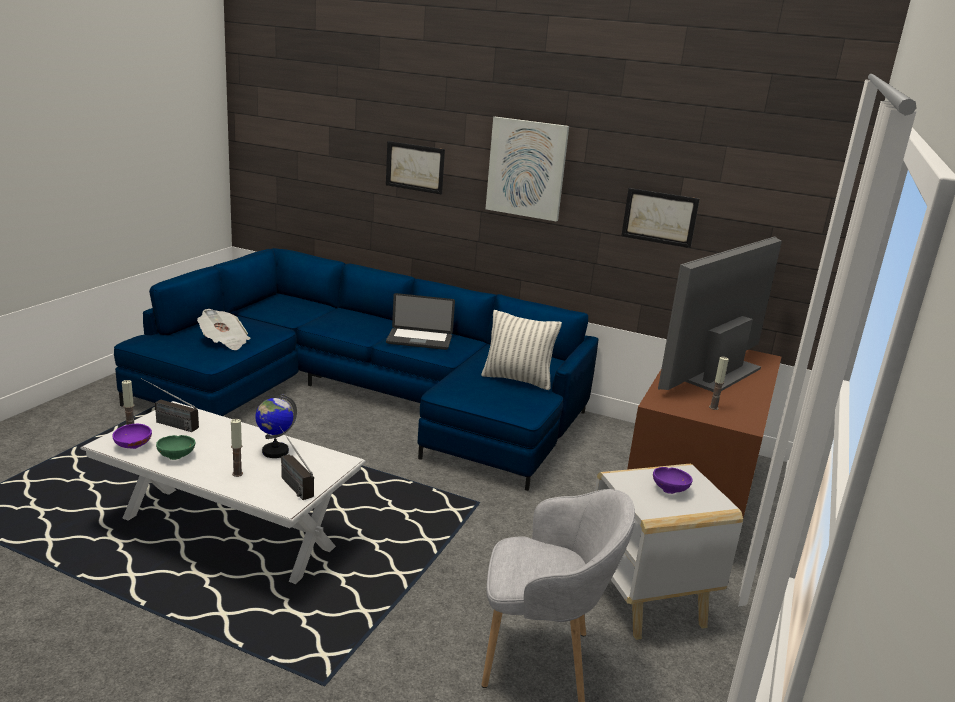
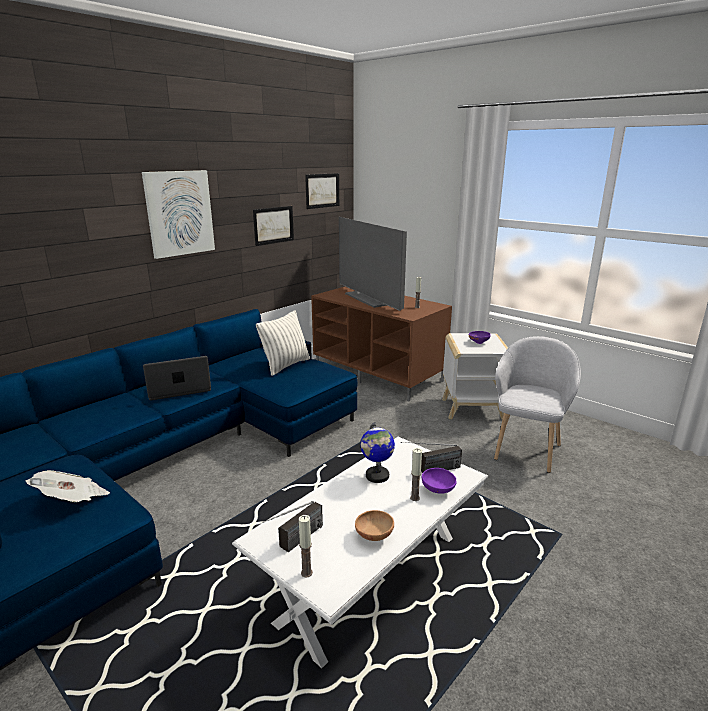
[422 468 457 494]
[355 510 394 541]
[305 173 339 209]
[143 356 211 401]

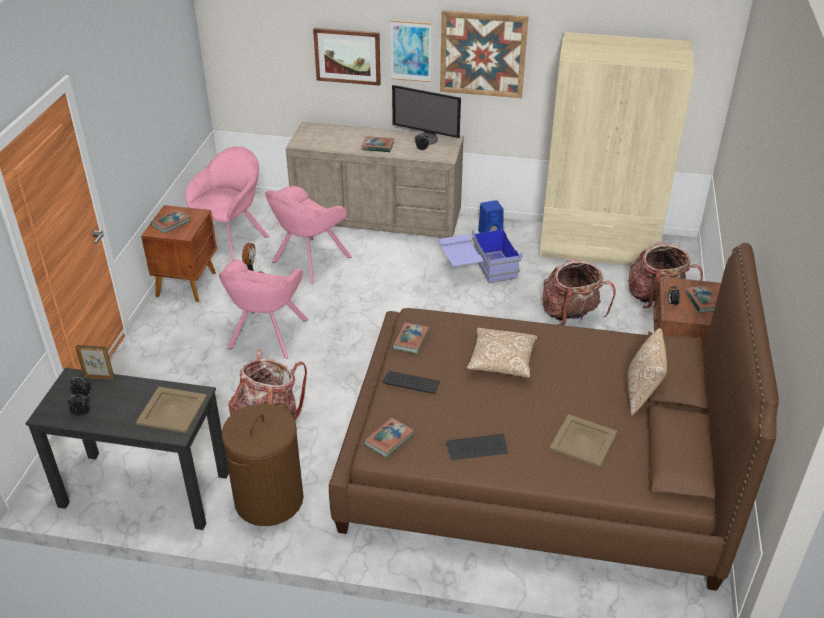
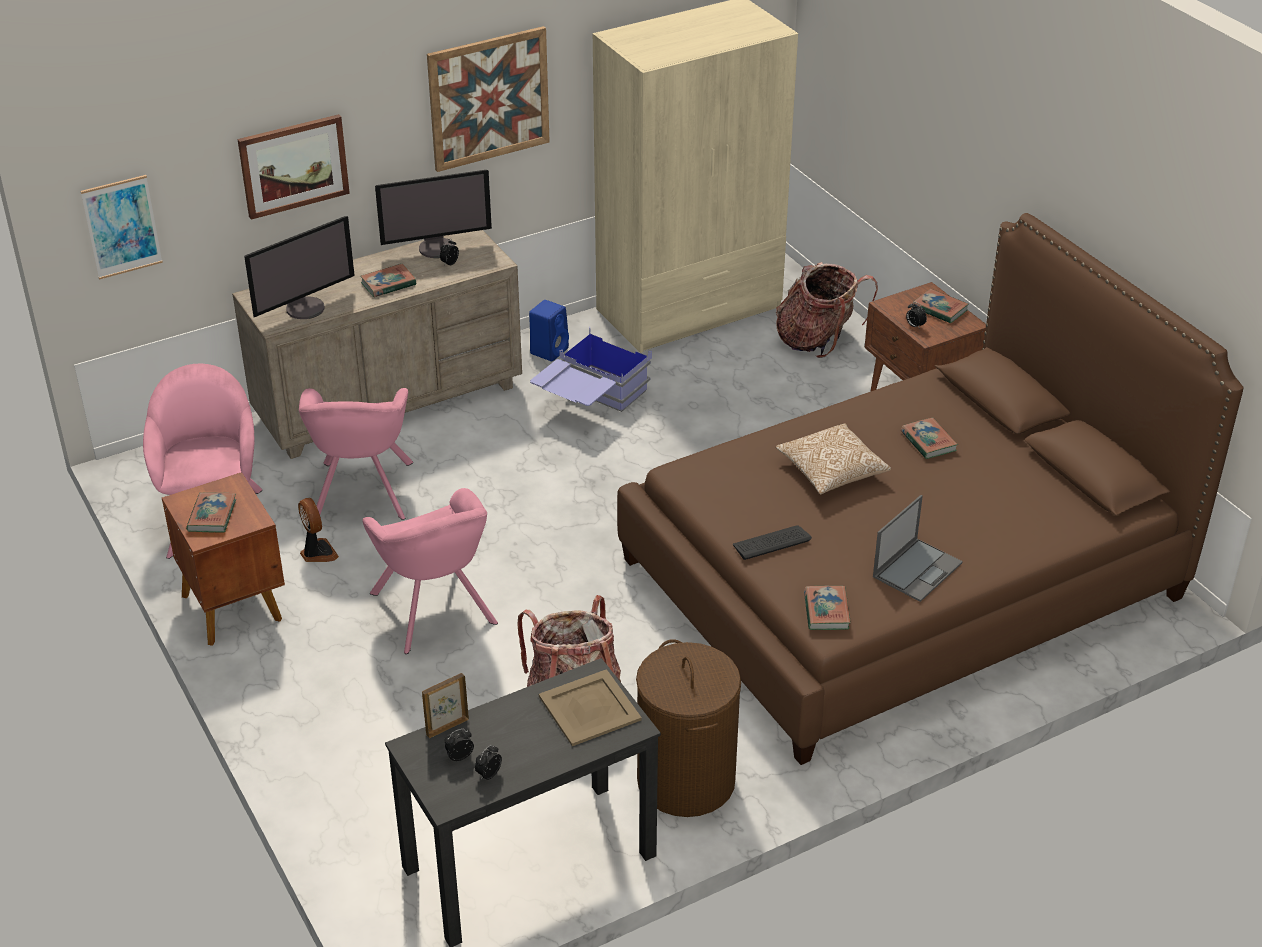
[80 175 163 279]
[901 418 958 459]
[873 495 963 602]
[542 258 616 325] (first image)
[549 414 617 467] (first image)
[628 328 667 415] (first image)
[244 216 355 319]

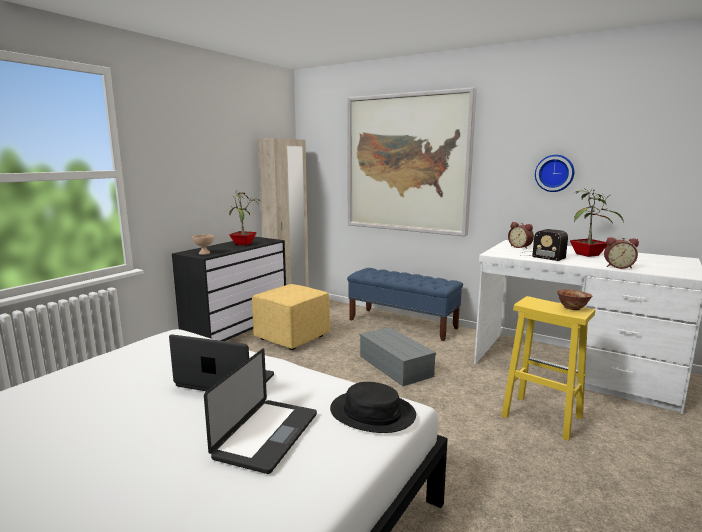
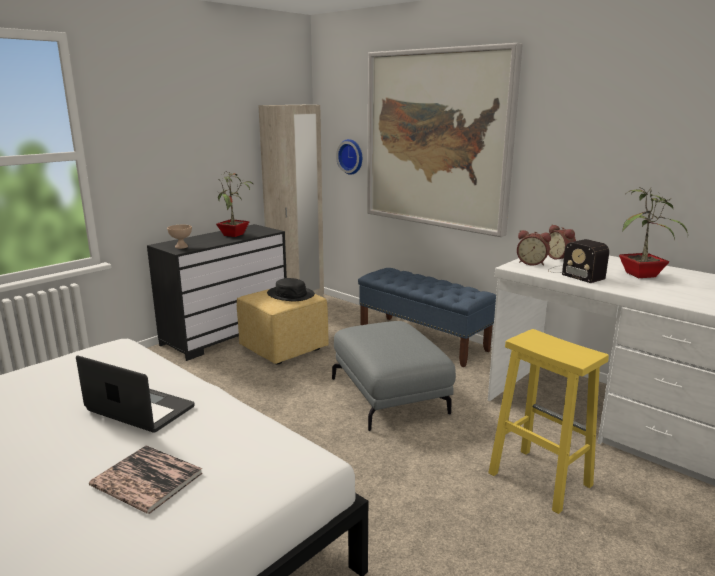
[89 445 203 514]
[267 278 315 301]
[332 321 456 431]
[336 139 362 175]
[557 289 592 310] (first image)
[517 230 551 266]

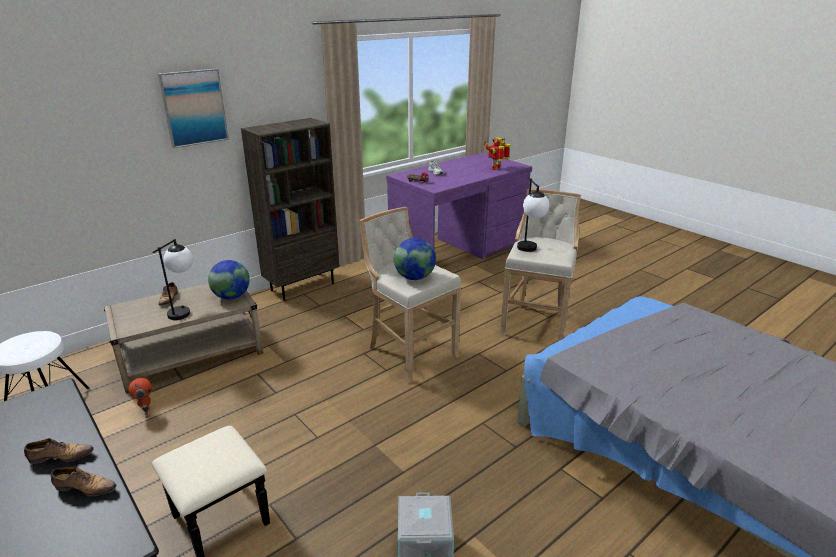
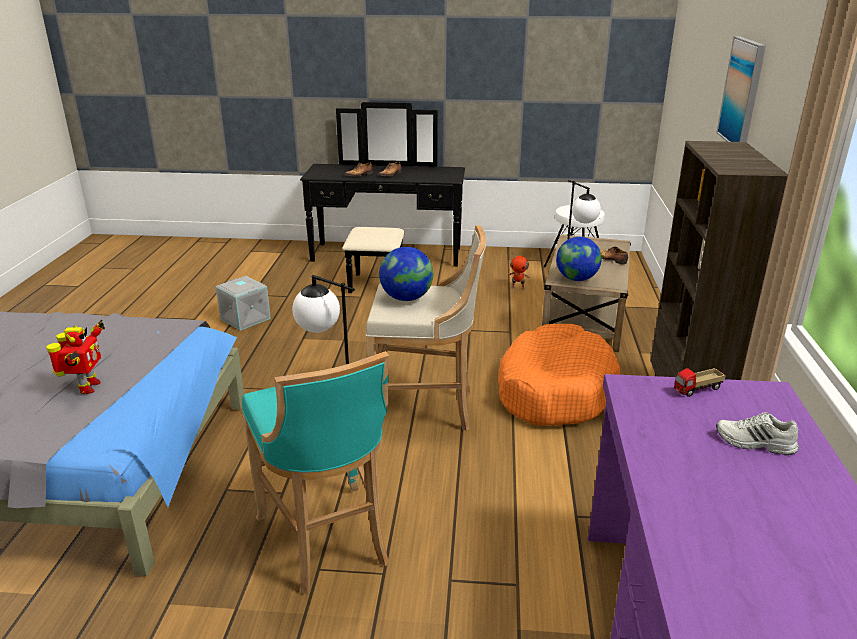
[46 319 105 394]
[242 351 389 594]
[498 324 620 426]

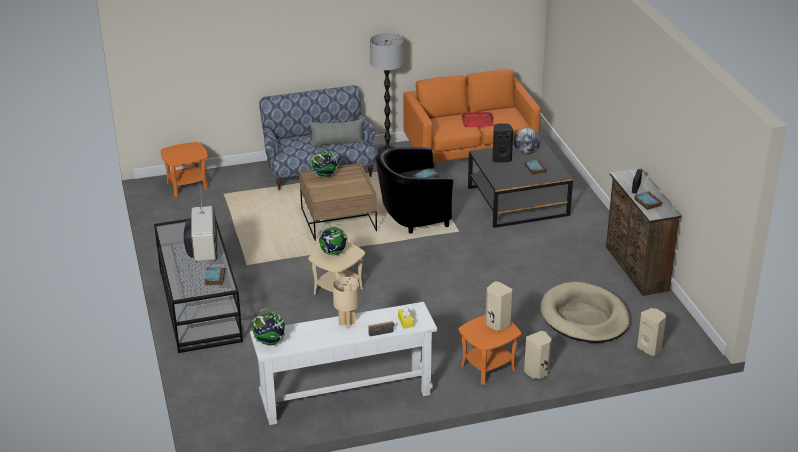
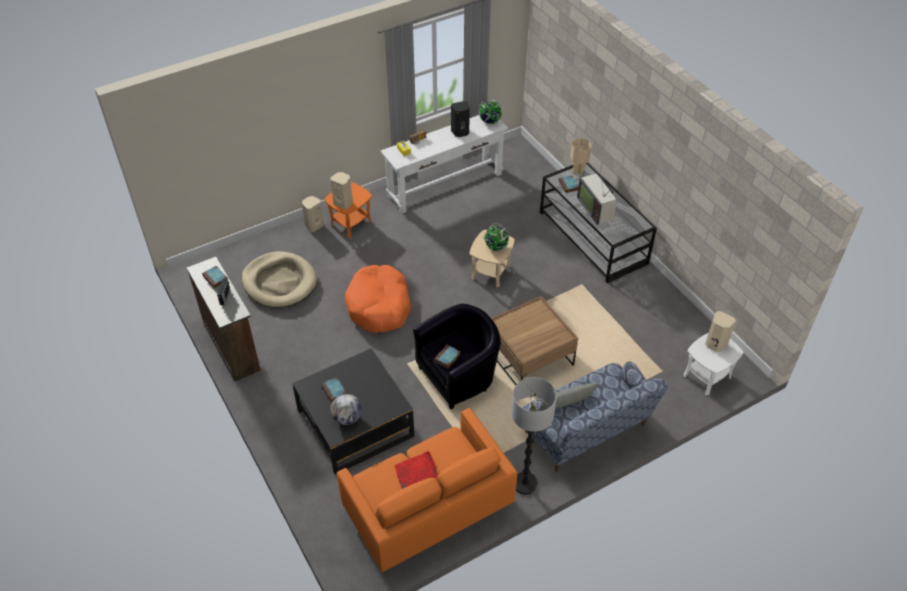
[684 333 743 395]
[311 148 339 177] (first image)
[570 138 591 175]
[451 101 470 137]
[705 311 736 352]
[345 265 411 333]

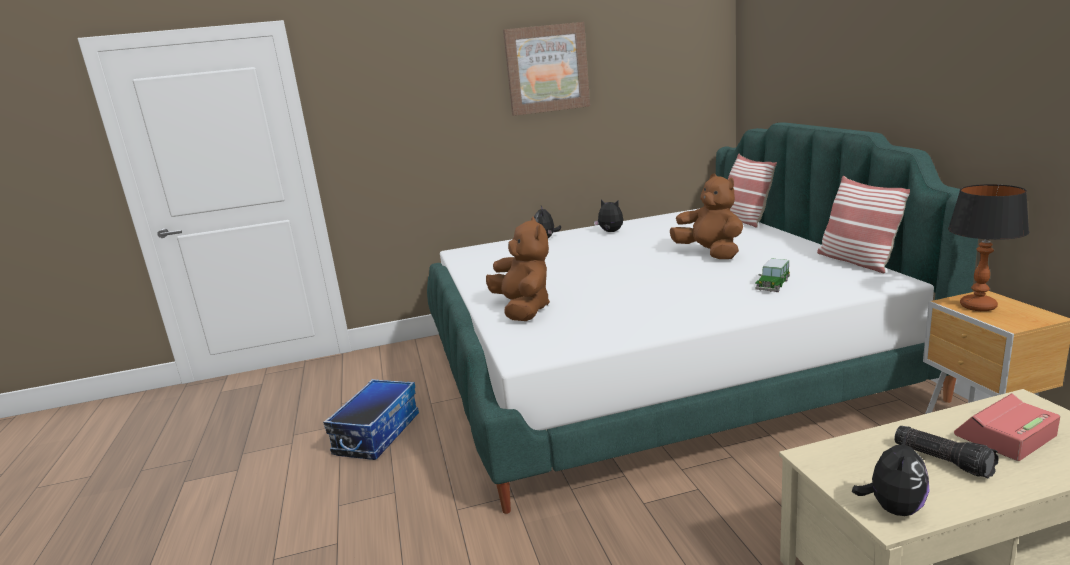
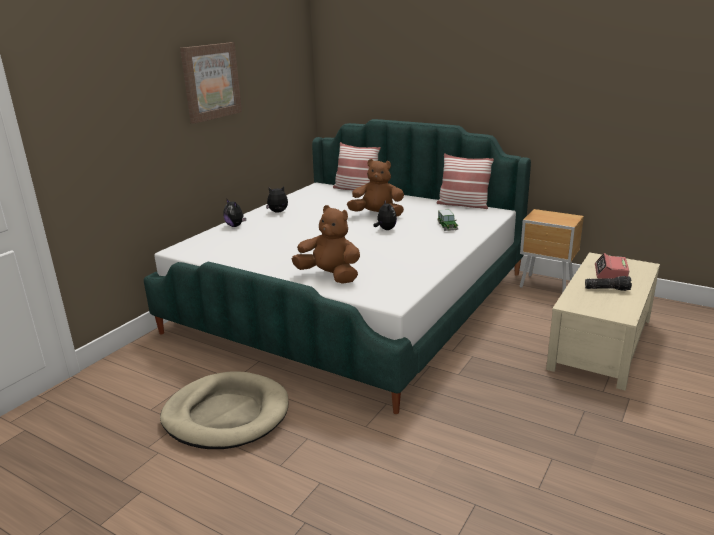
[160 371 288 449]
[373 200 397 230]
[948 184 1029 311] (first image)

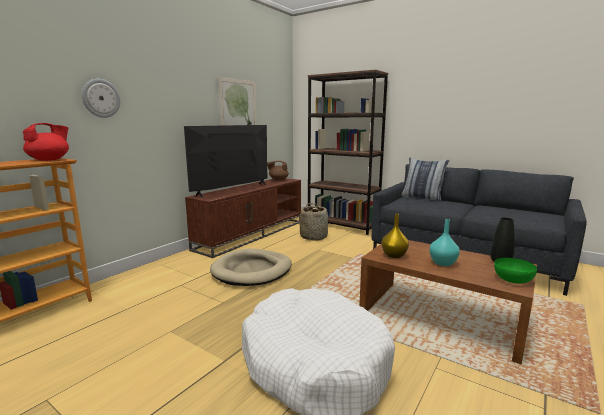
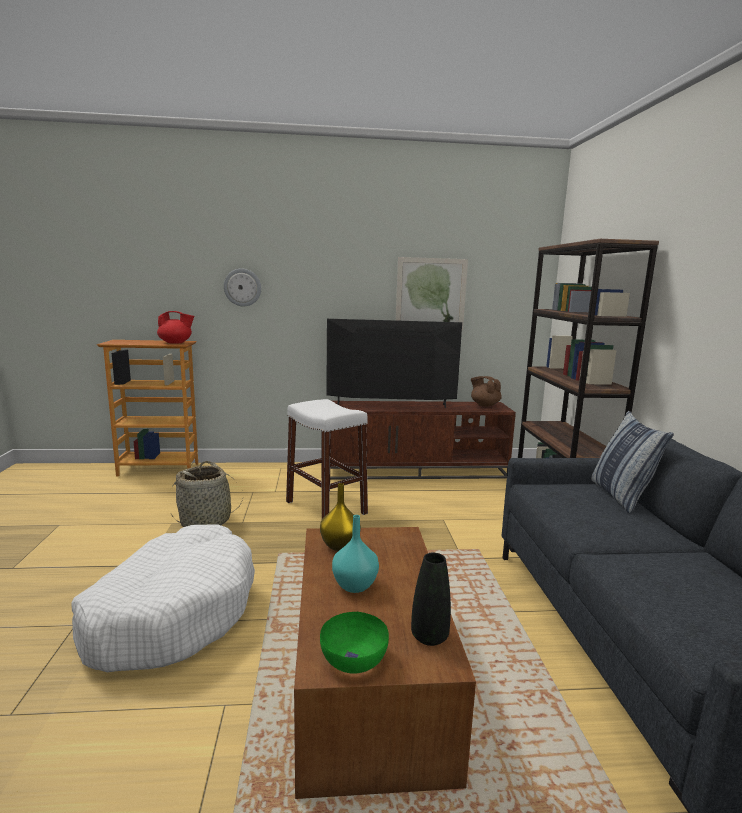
[286 399 368 518]
[171 461 243 527]

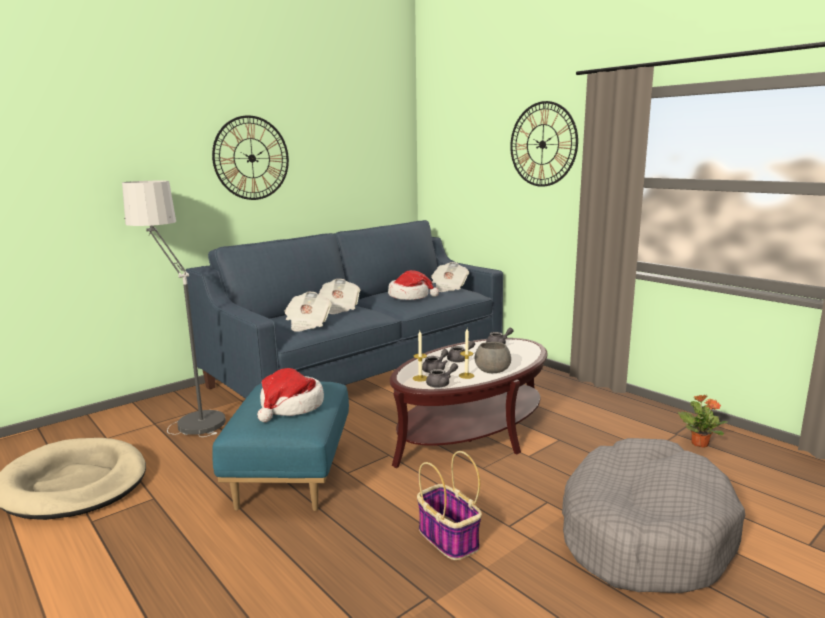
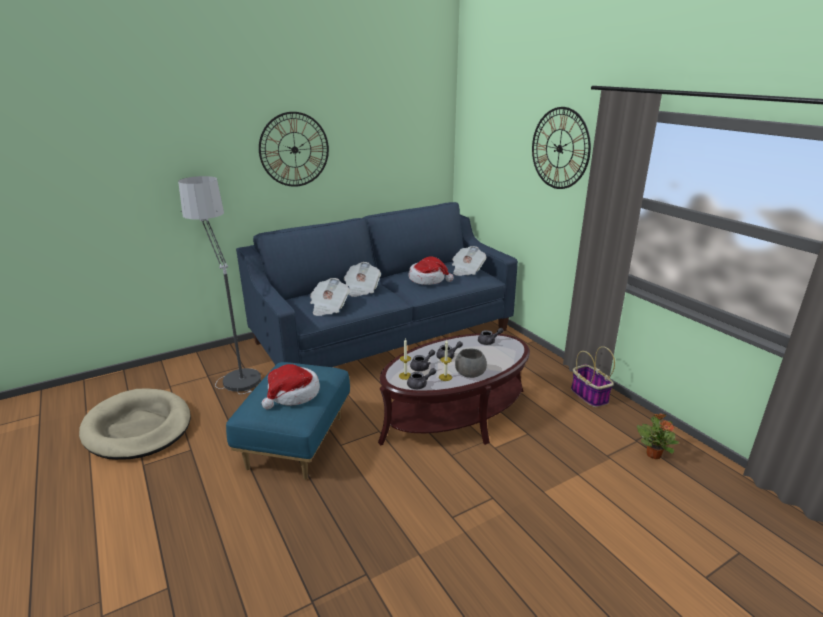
[571 346 615 407]
[562 438 745 593] (first image)

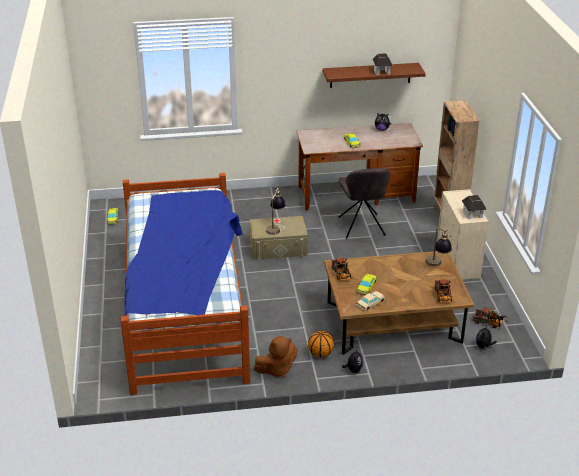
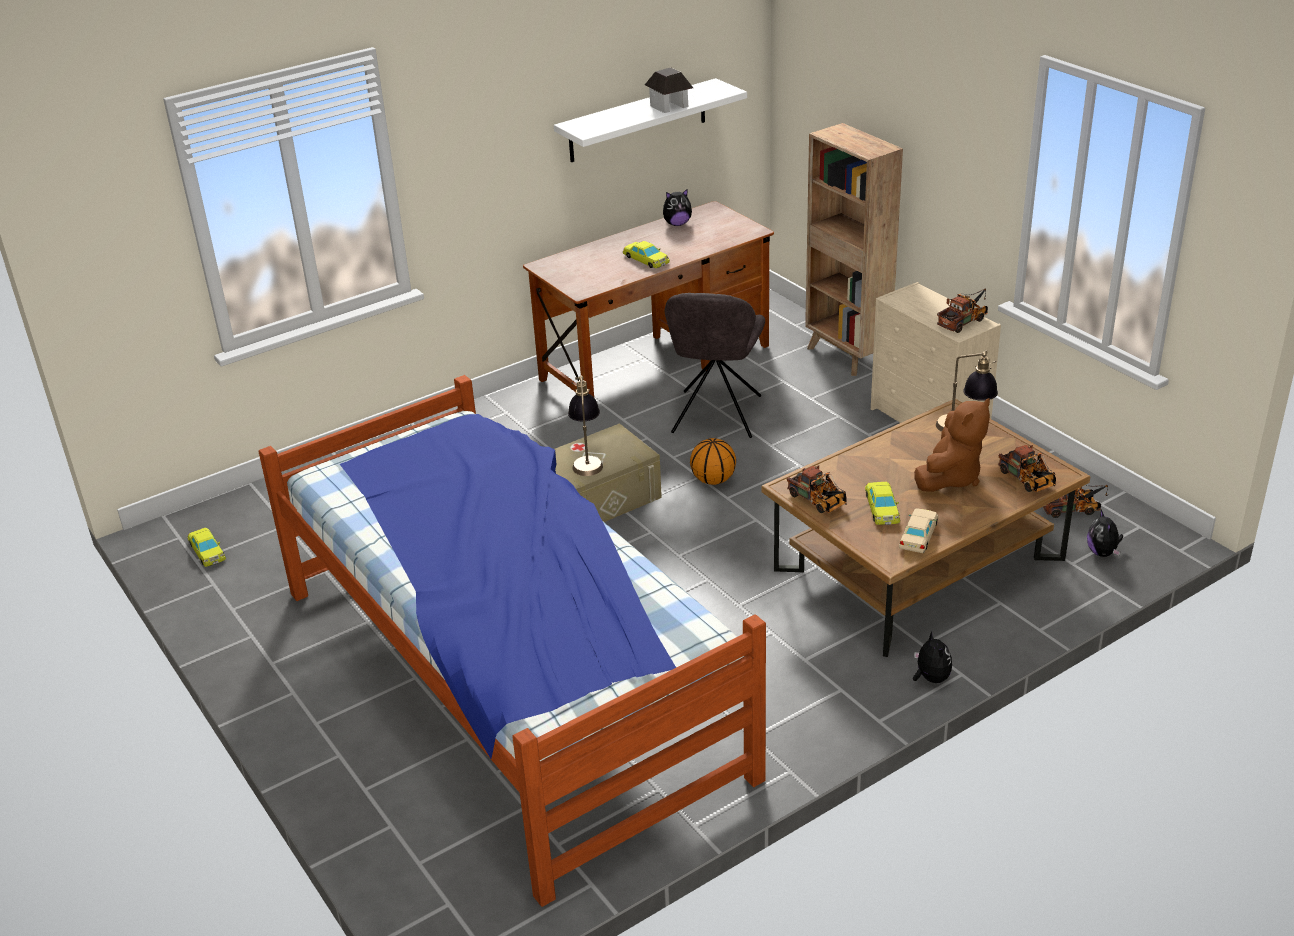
[914 398 990 492]
[690 438 736 485]
[554 78 747 162]
[665 293 765 438]
[937 288 988 333]

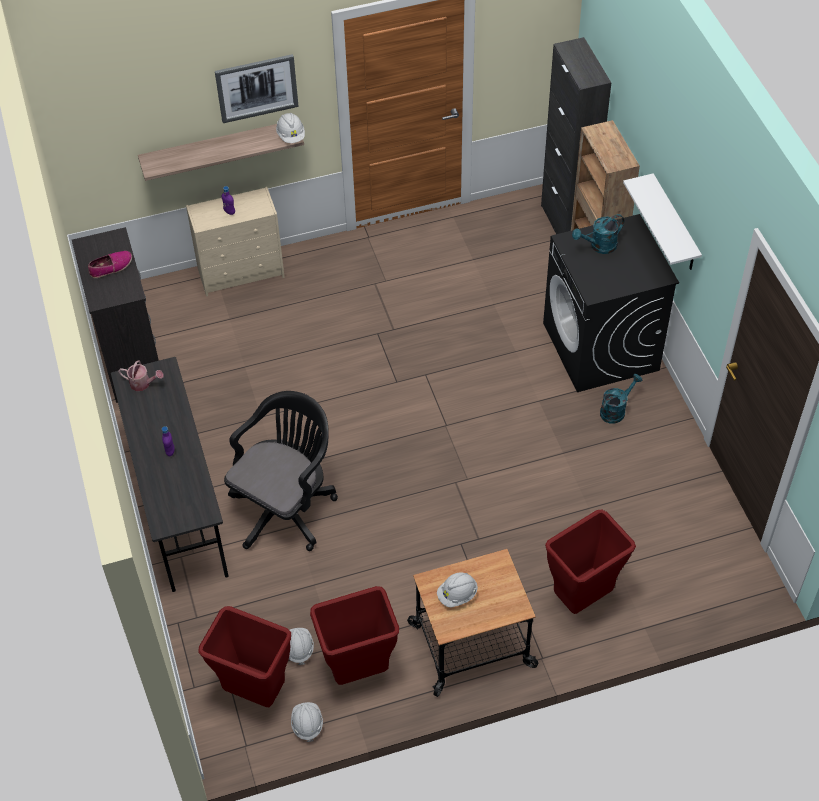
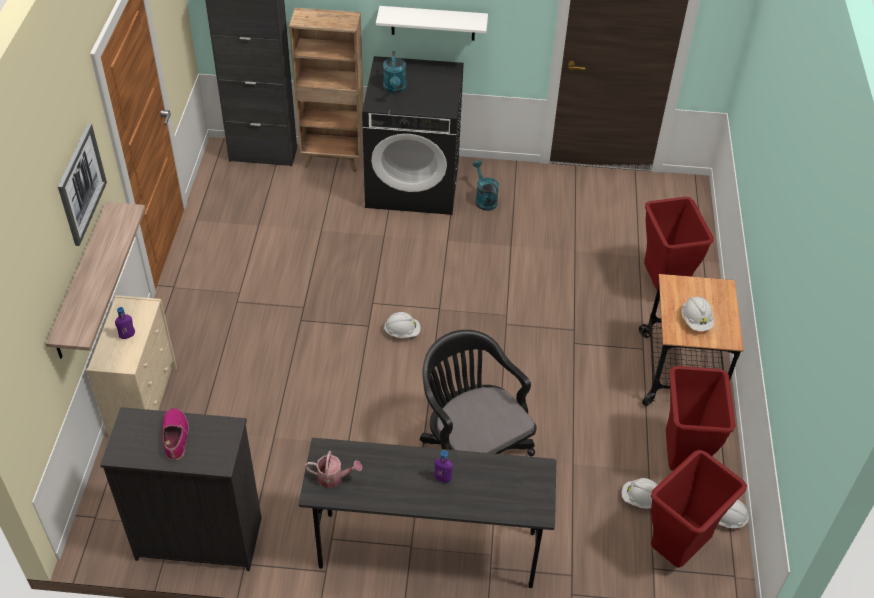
[305 451 362 488]
[384 312 420 338]

